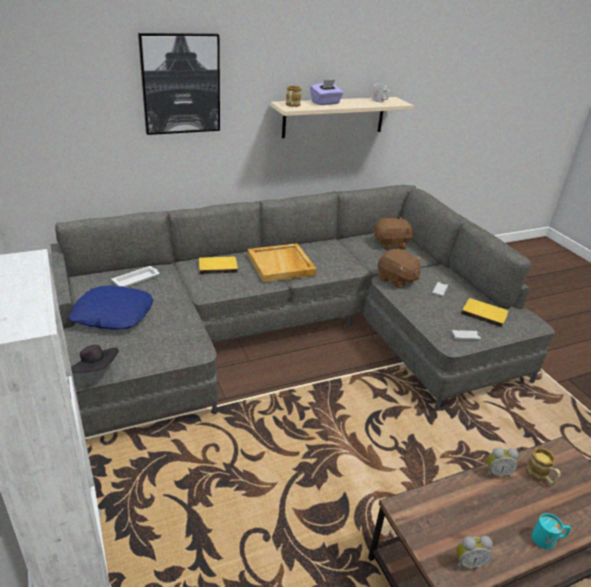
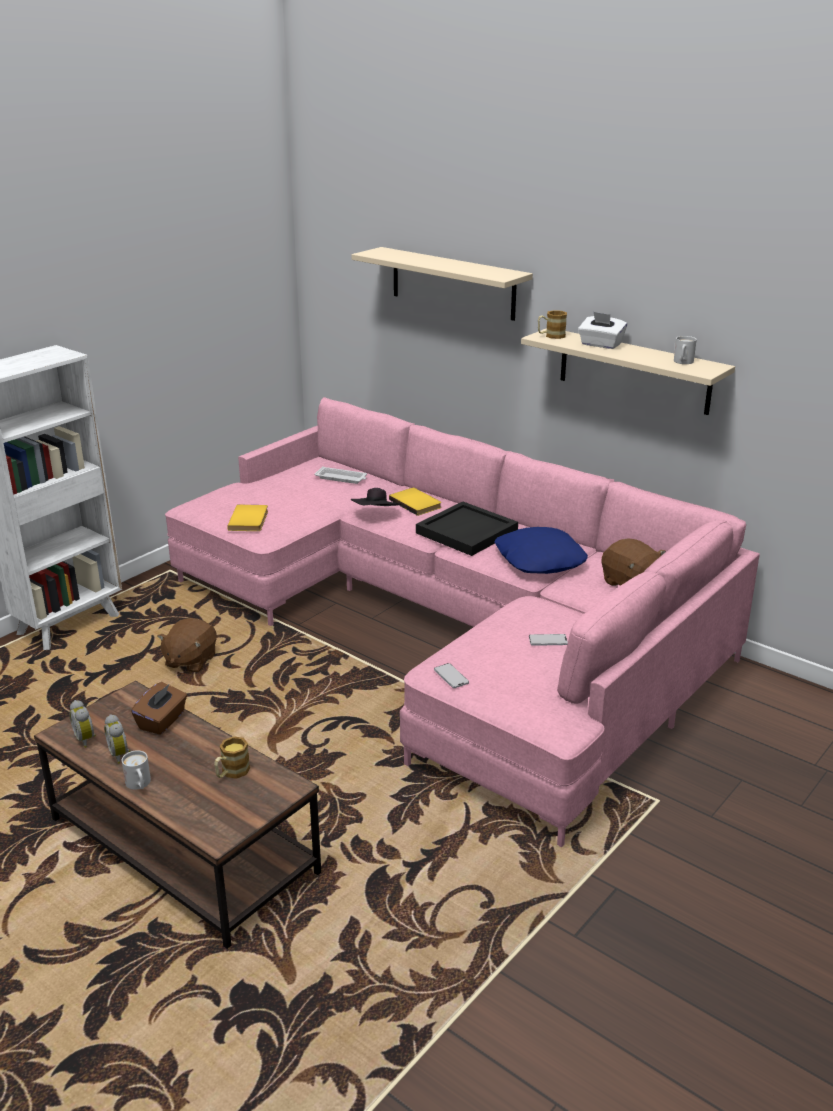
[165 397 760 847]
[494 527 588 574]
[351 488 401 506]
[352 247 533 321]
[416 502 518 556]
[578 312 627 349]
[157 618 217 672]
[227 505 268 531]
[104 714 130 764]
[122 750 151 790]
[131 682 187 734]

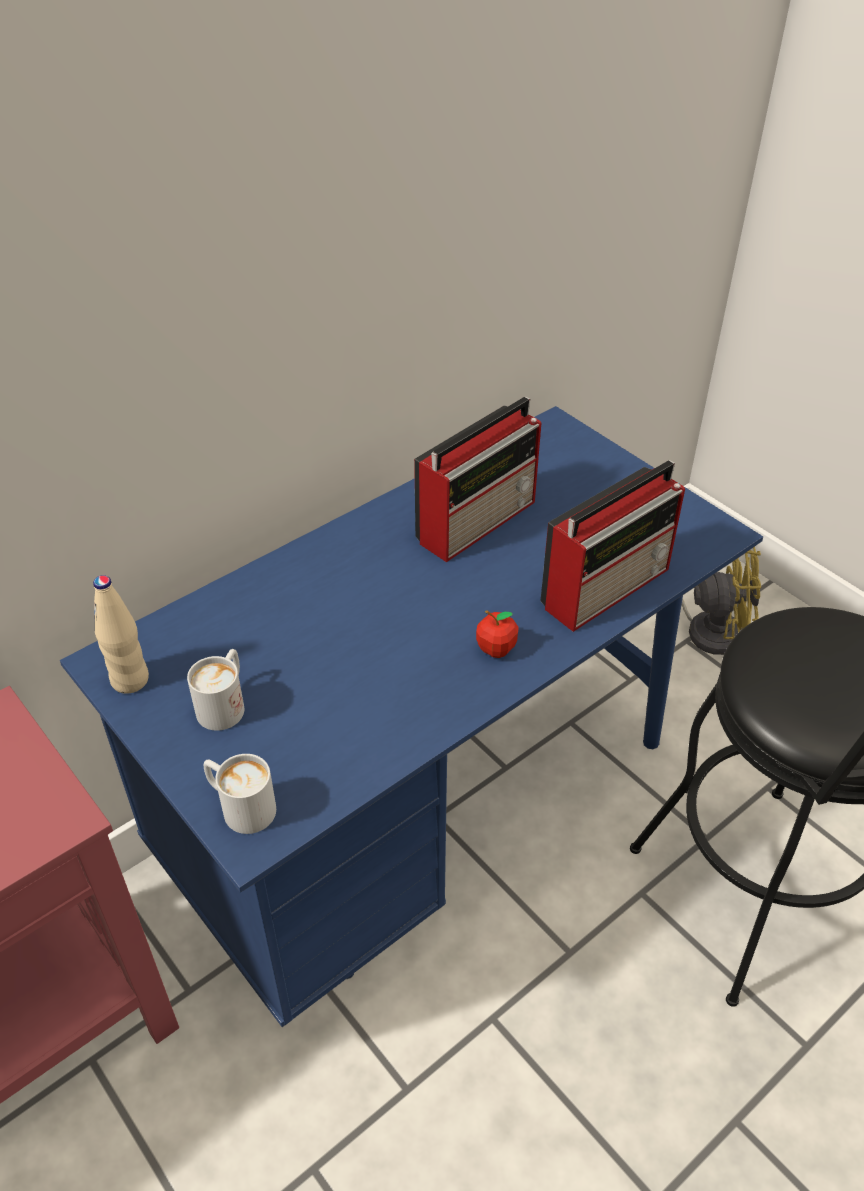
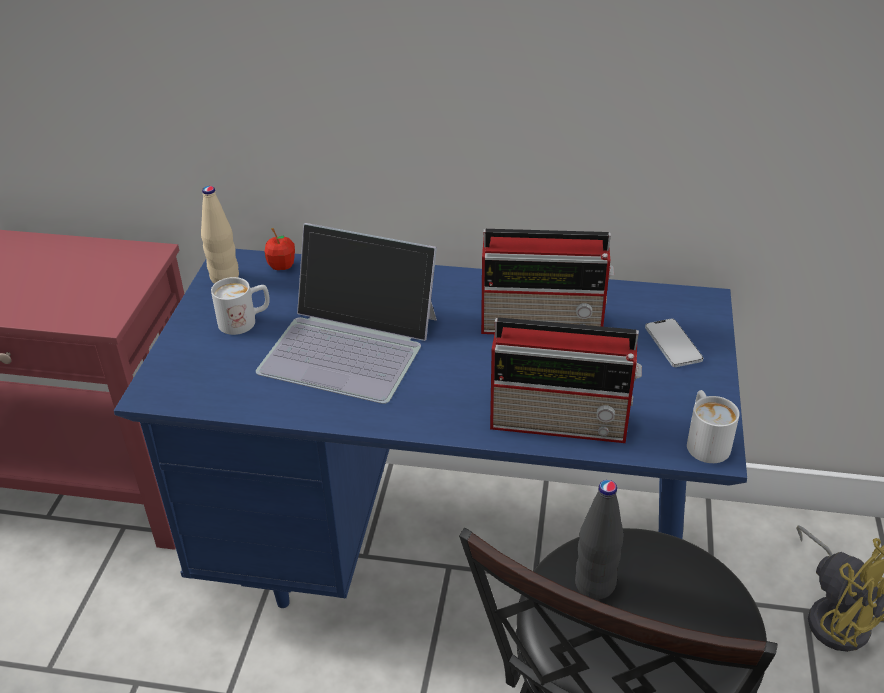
[687 390 740 463]
[264 228 295 270]
[256 223 437 404]
[575 480 624 600]
[645 319 703 367]

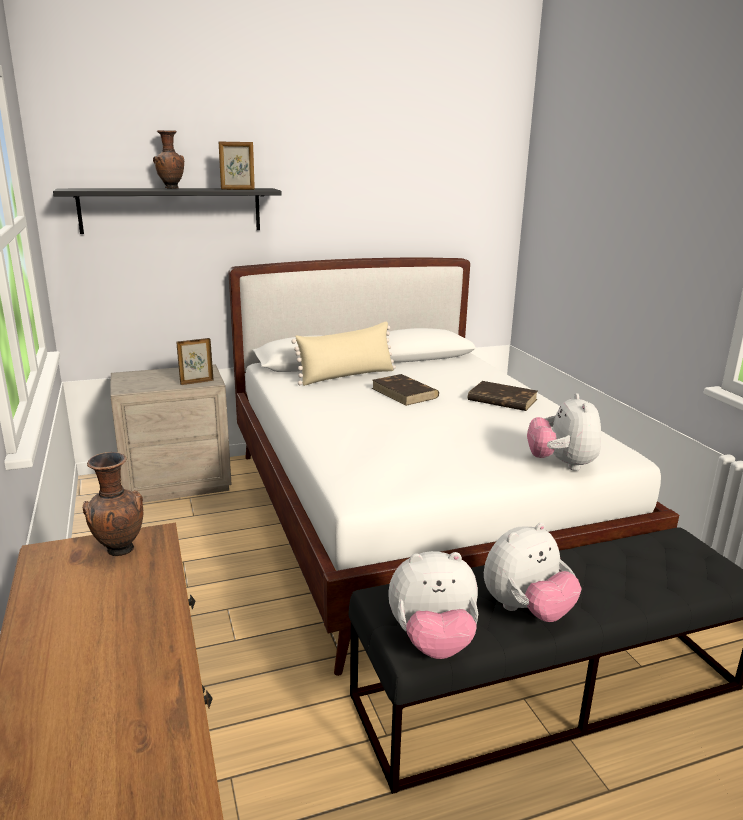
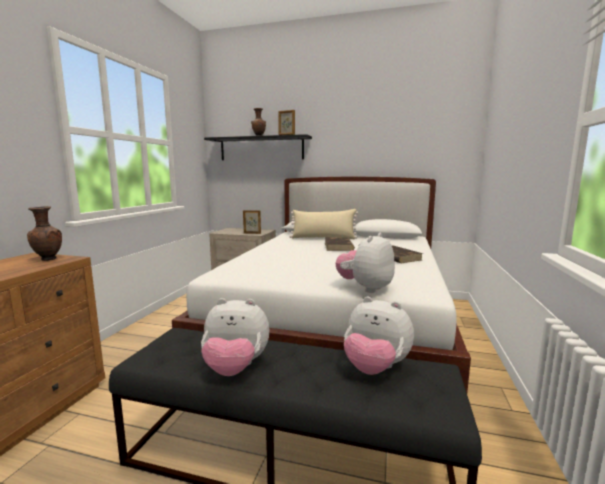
[344 296 414 375]

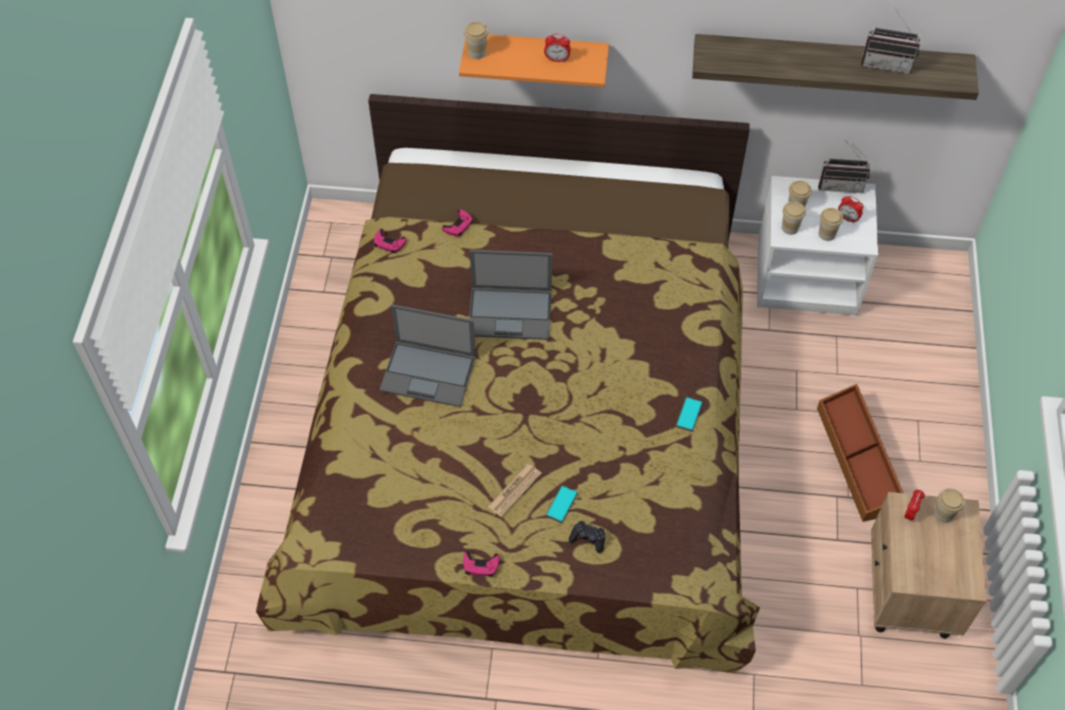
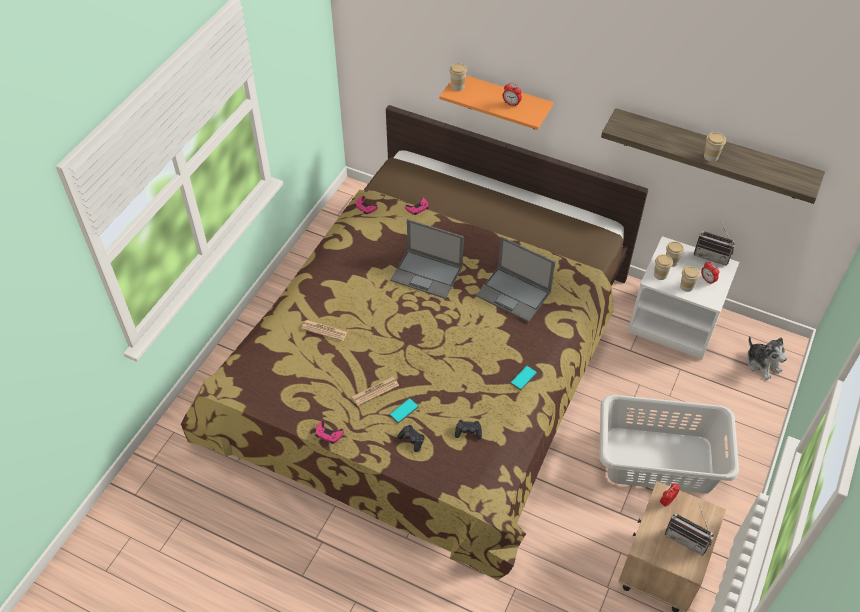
[476 236 555 322]
[600 395 739 493]
[665 503 714 555]
[704 132 726 162]
[301 320 347 341]
[455 420 482 439]
[747 336 788 380]

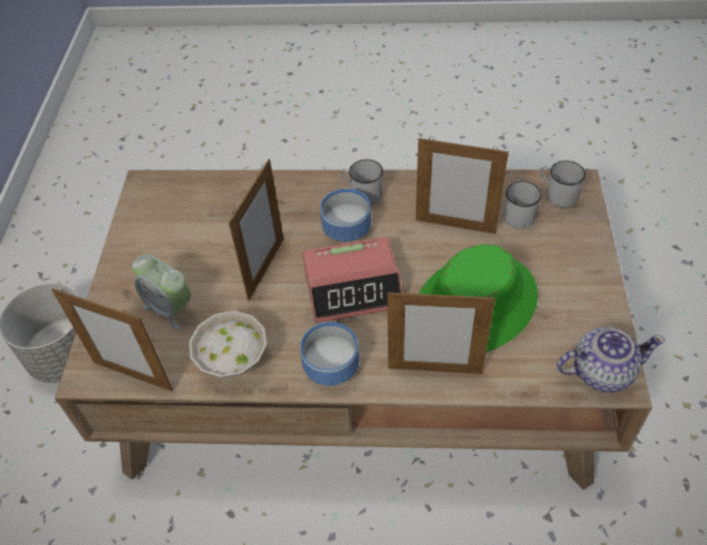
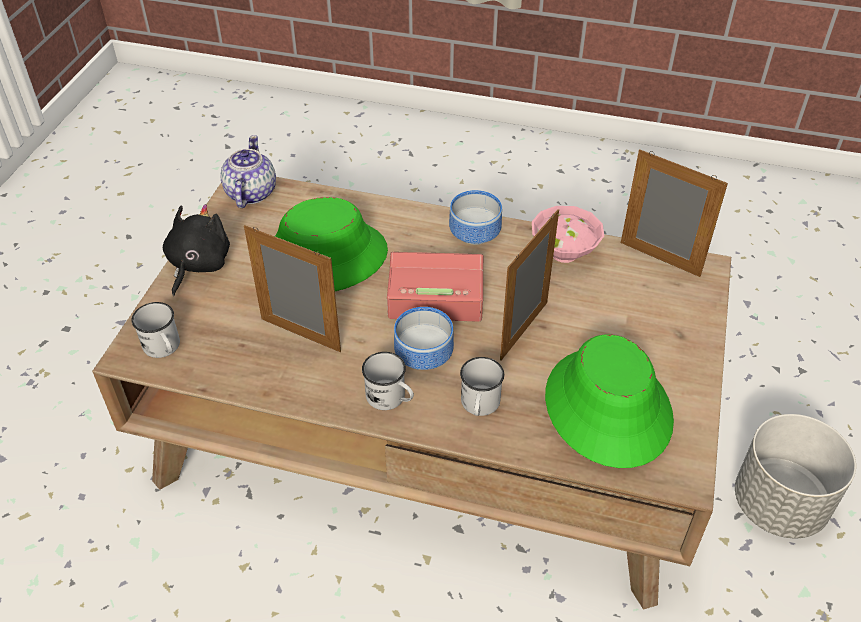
[132 254 191 330] (first image)
[532 206 604 263]
[387 290 495 374] (first image)
[460 357 504 416]
[220 135 276 208]
[163 204 230 296]
[545 334 674 468]

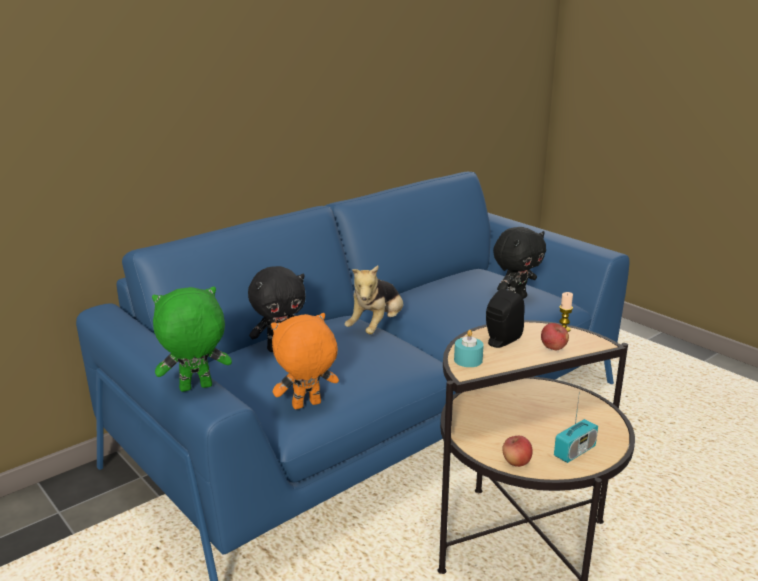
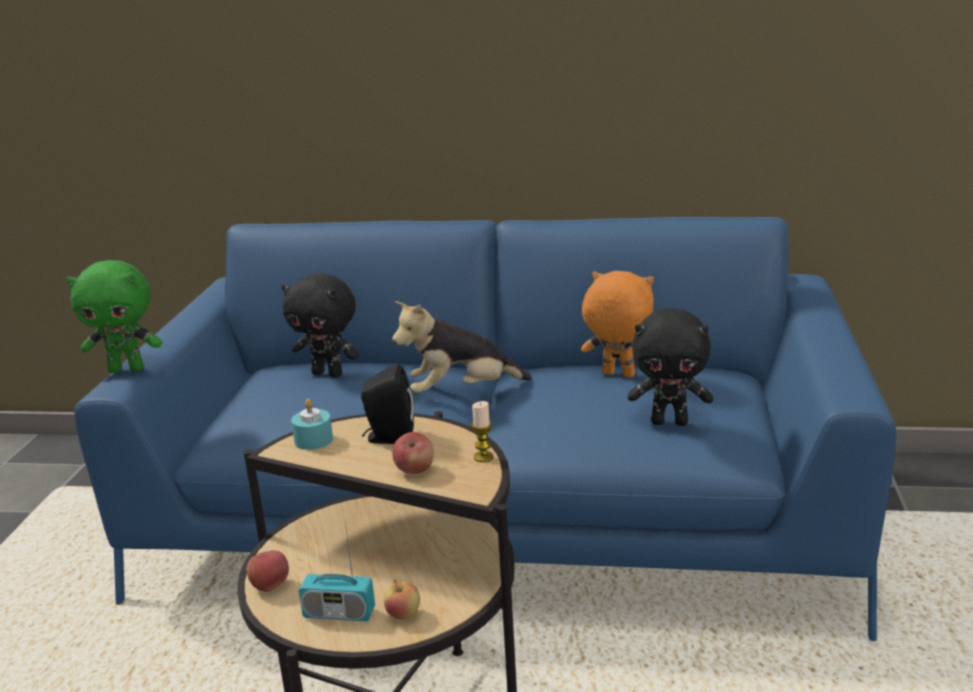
[66 260 162 373]
[581 271 654 377]
[384 580 420 620]

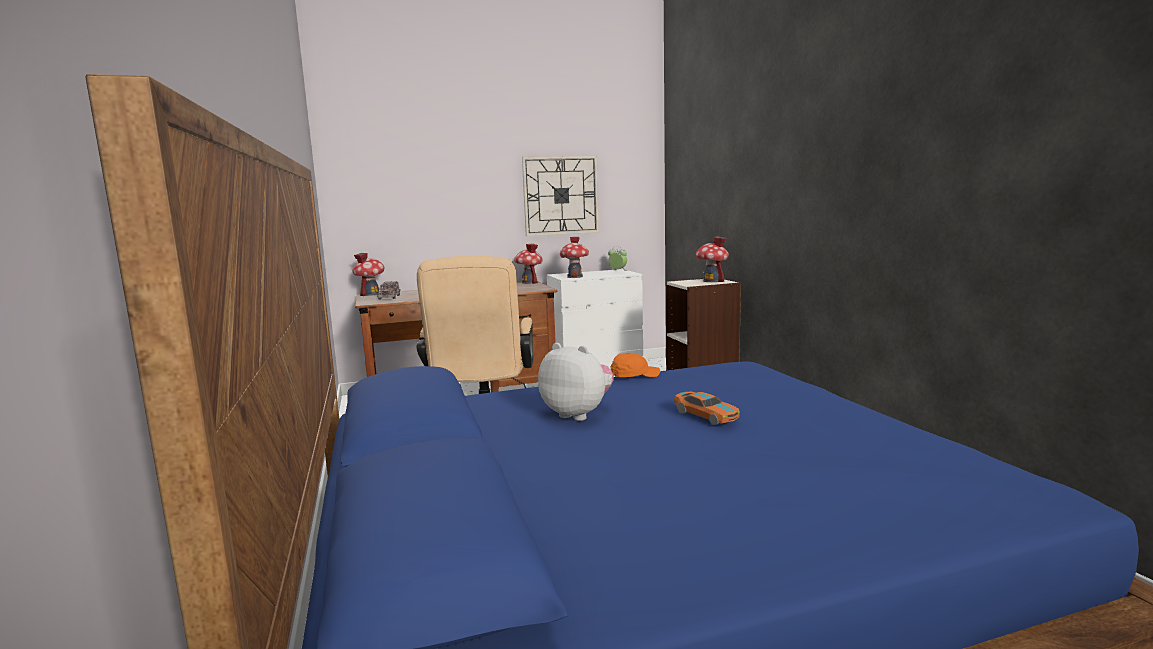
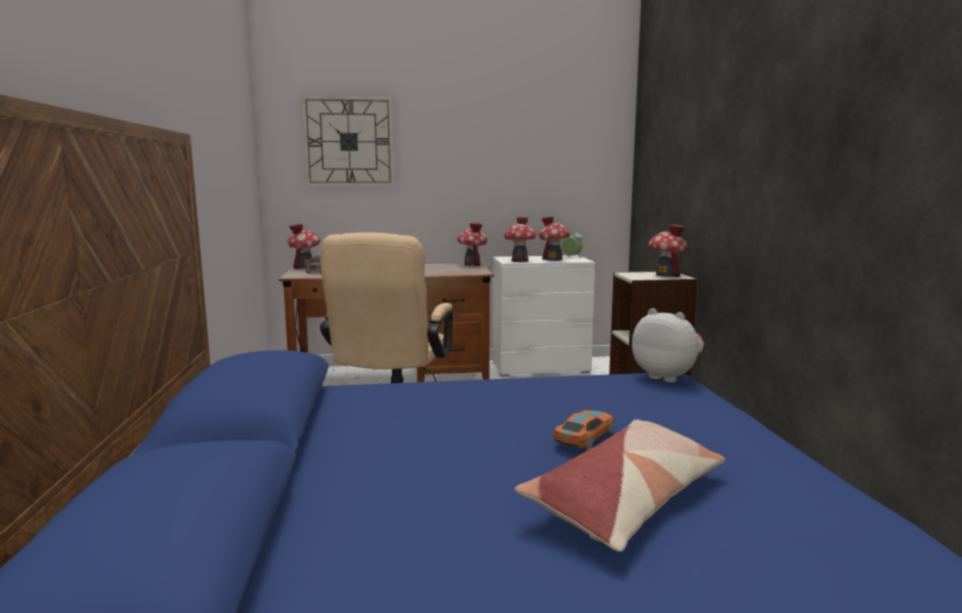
[302 96 394 186]
[632 308 704 383]
[611 353 660 377] (first image)
[553 410 614 450]
[514 420 725 552]
[539 217 570 261]

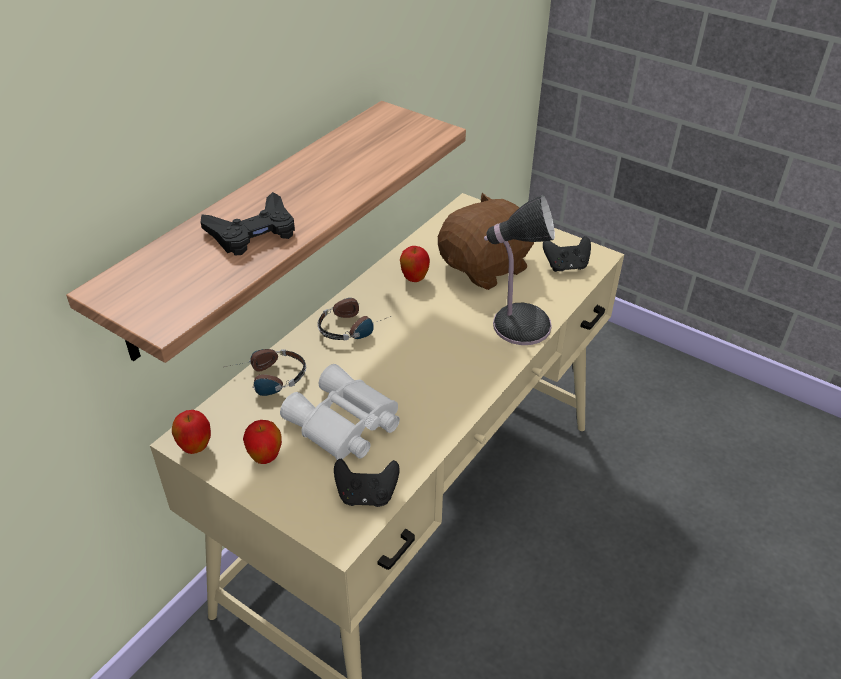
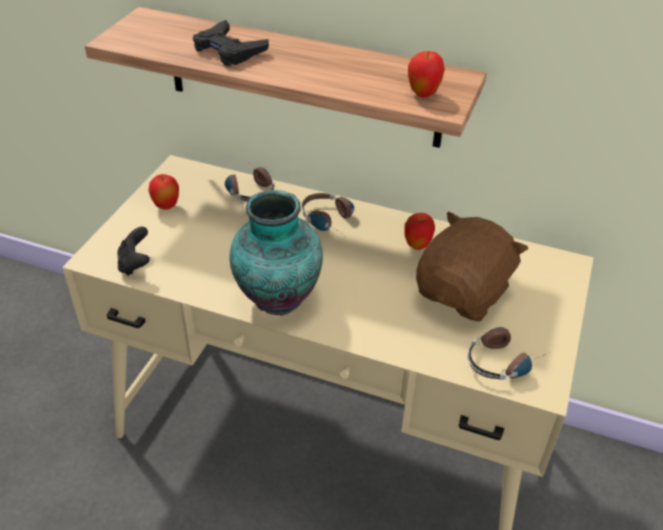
[408 51 445 97]
[280 364 400 460] (first image)
[416 212 528 321]
[484 195 555 345] (first image)
[467 327 546 380]
[229 190 323 316]

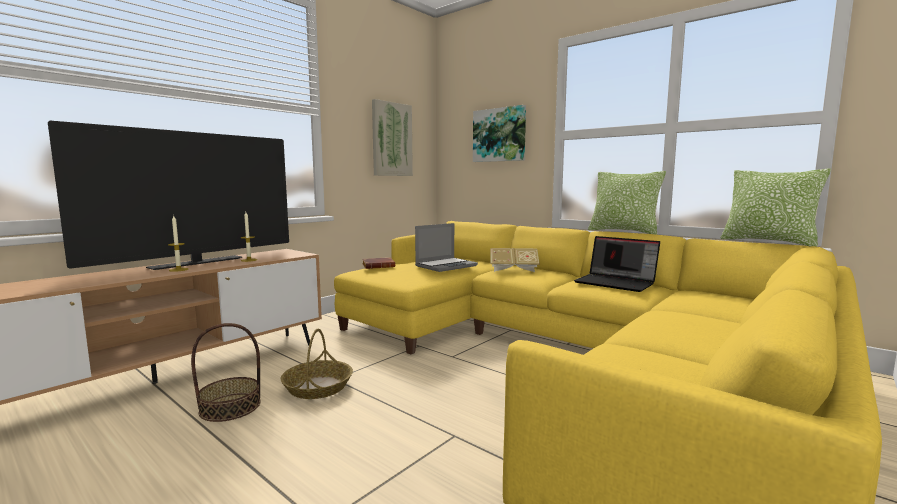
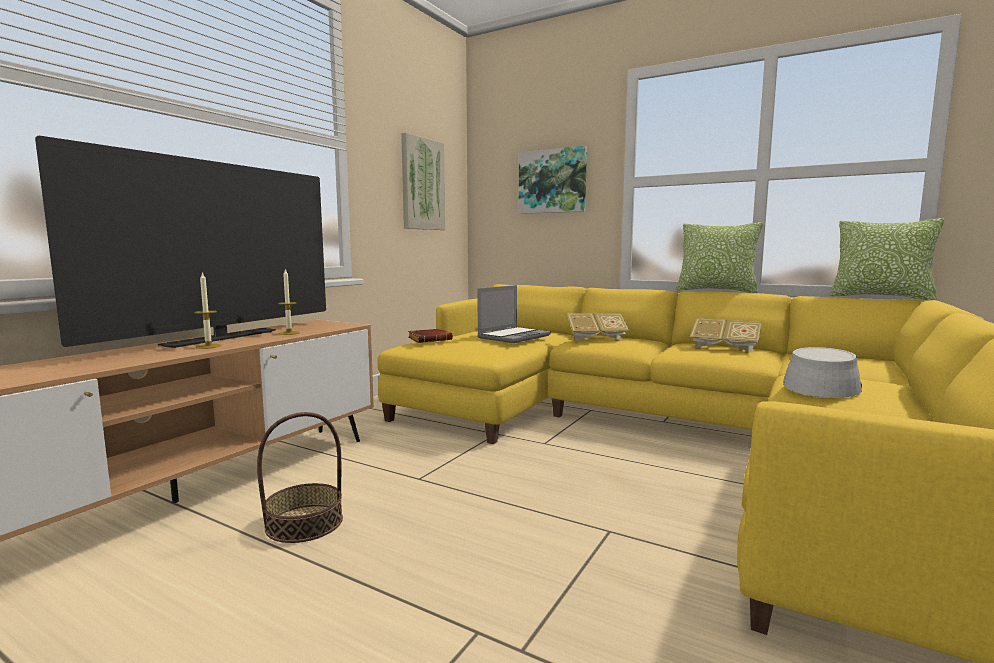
[281 329 353 399] (first image)
[690 318 762 352]
[783 347 862 398]

